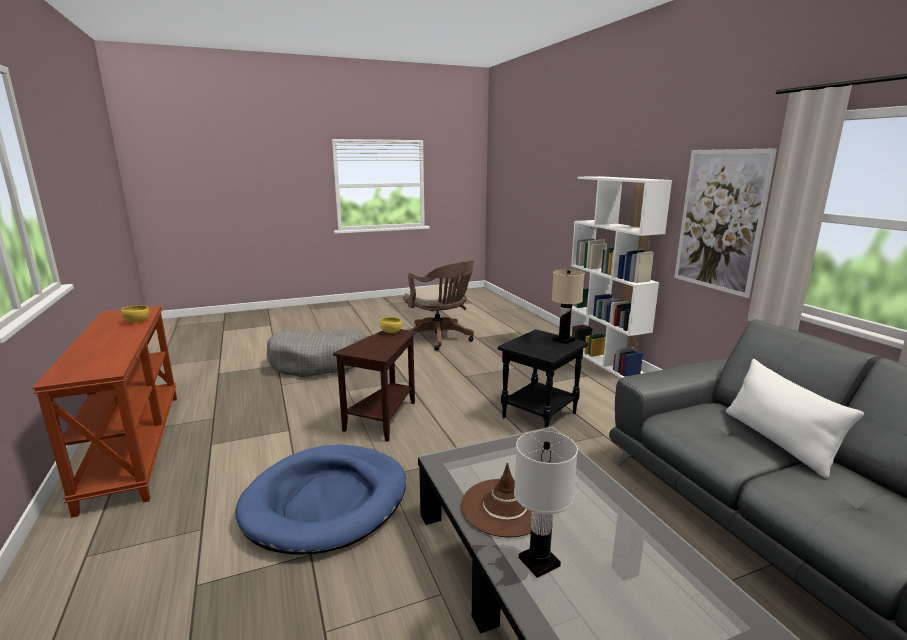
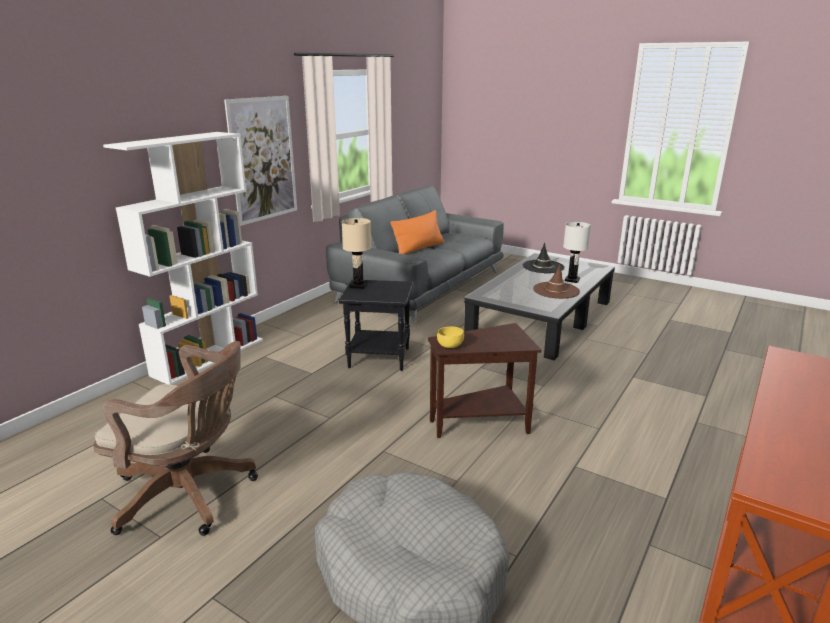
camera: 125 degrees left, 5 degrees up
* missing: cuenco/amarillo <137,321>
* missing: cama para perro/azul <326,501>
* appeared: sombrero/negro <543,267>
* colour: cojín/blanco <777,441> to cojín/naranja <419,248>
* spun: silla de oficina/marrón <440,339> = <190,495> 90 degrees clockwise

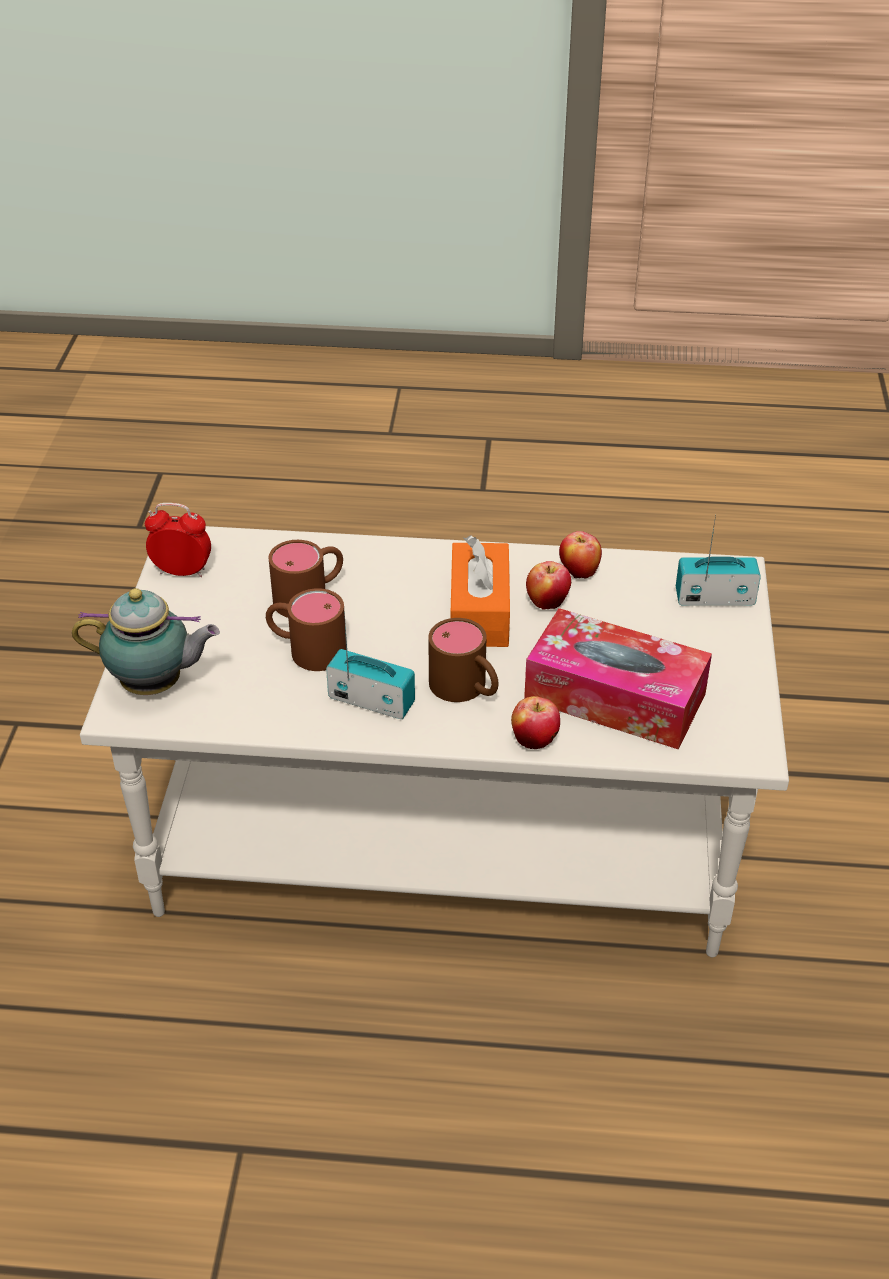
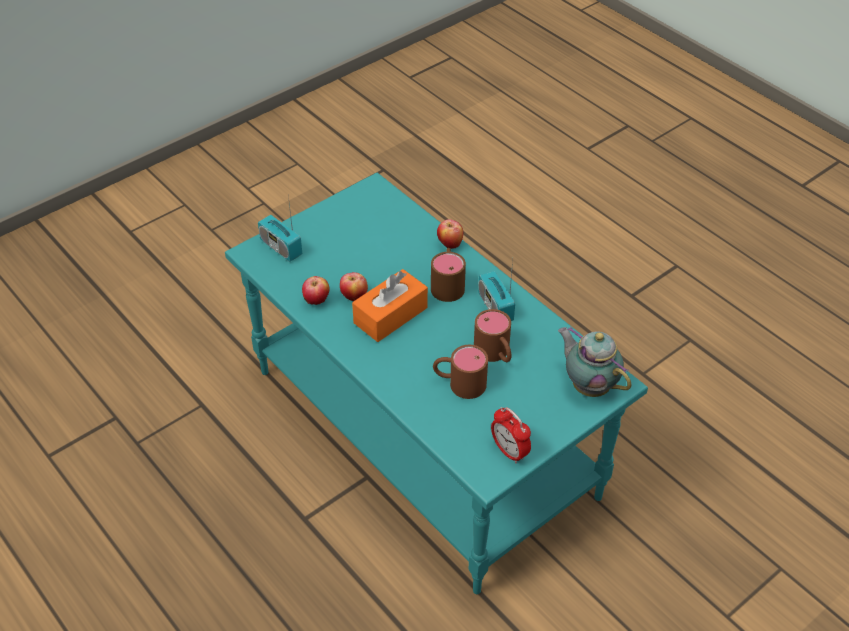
camera: 135 degrees left, 5 degrees up
* missing: caja de pañuelos <615,697>
* colour: mesa de centro/blanco <440,839> to mesa de centro/turquesa <427,432>

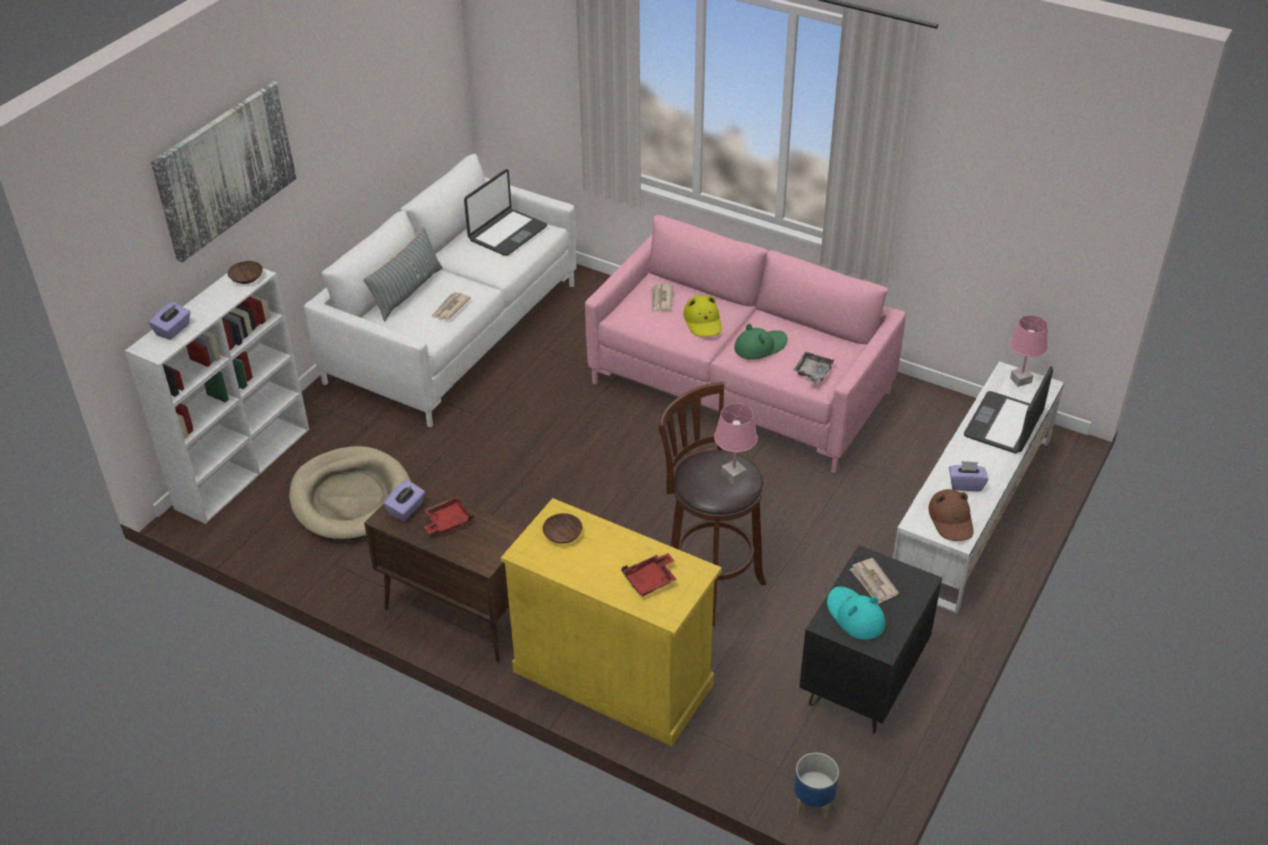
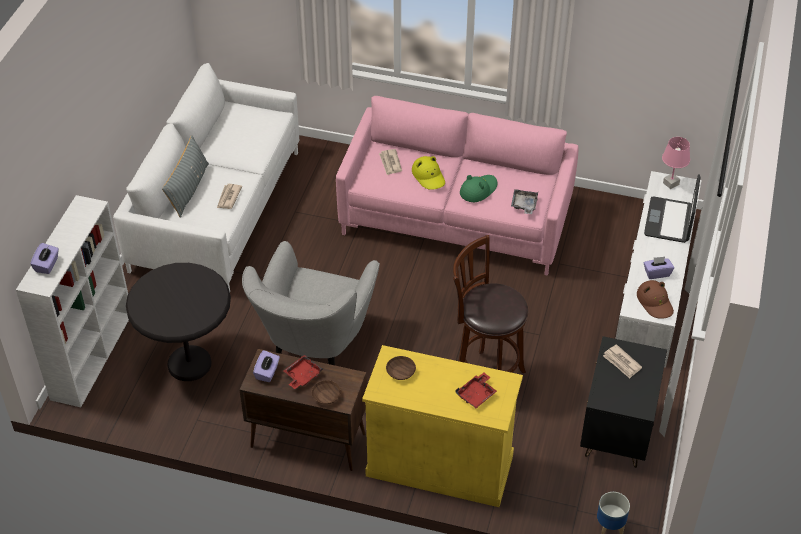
camera: 15 degrees left, 5 degrees up
* missing: cuadro <225,169>
* missing: portátil <507,233>
* missing: lámpara de mesa/rosa <733,476>
* missing: sombrero/turquesa <855,616>
* appeared: sillón/gris <315,348>
* relocated: cuenco/marrón <246,277> to <325,396>
* exchanged: cama para perro/beis <351,498> to mesa auxiliar/negro <189,364>

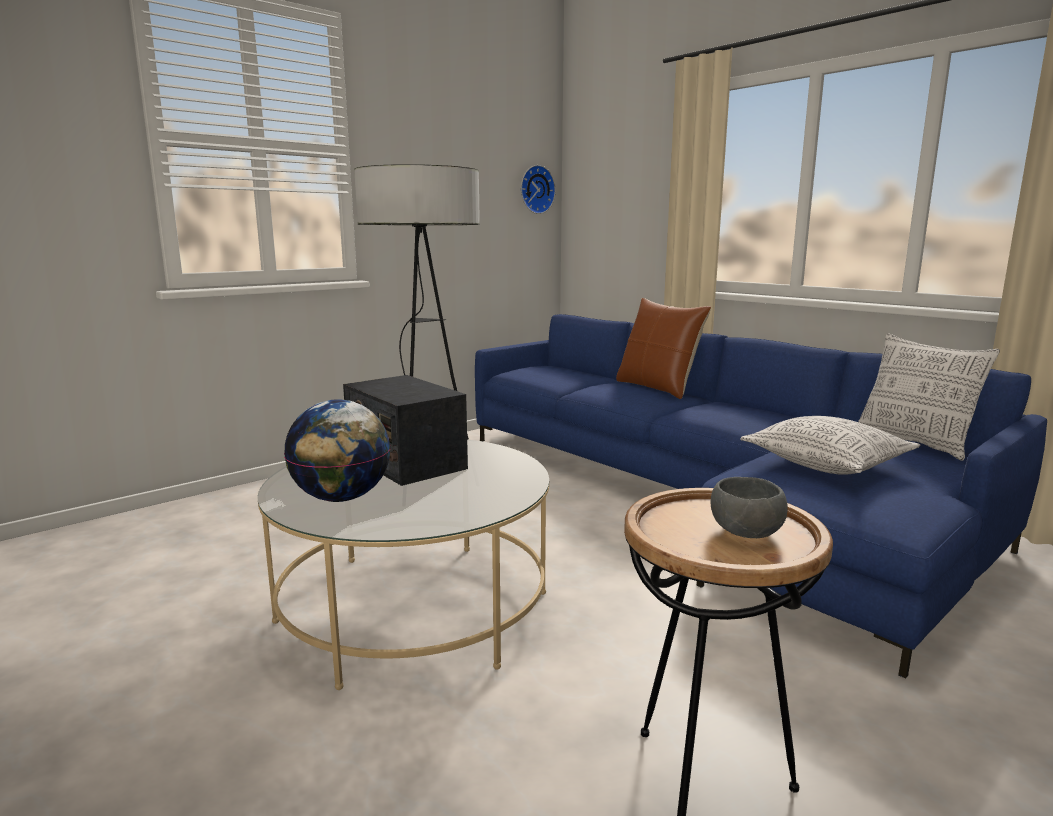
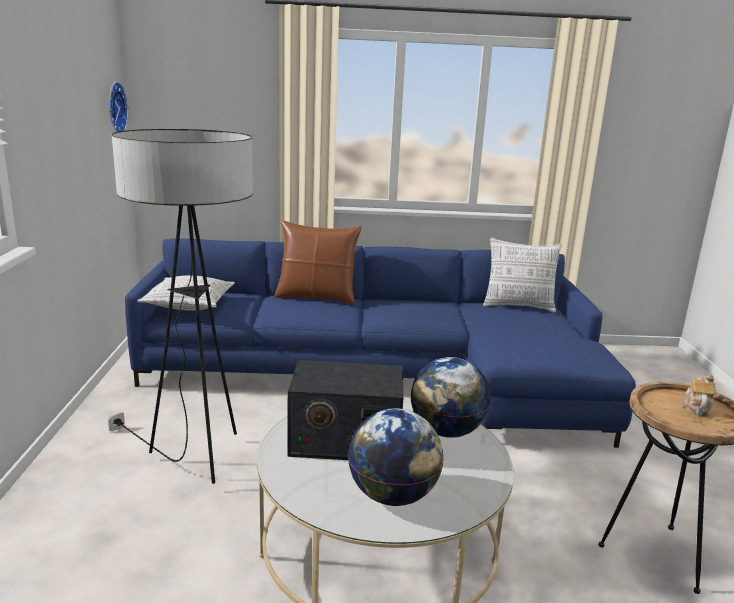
camera: 50 degrees left, 5 degrees up
* appeared: globo terráqueo <446,431>
* relocated: cojín <827,464> to <189,304>
* exchanged: cuenco/gris <743,532> to tetera <696,408>

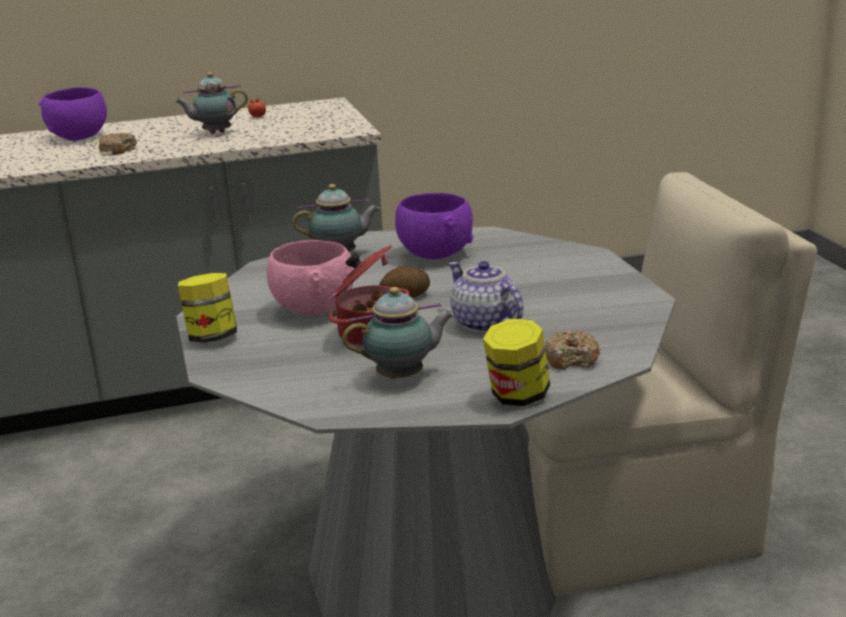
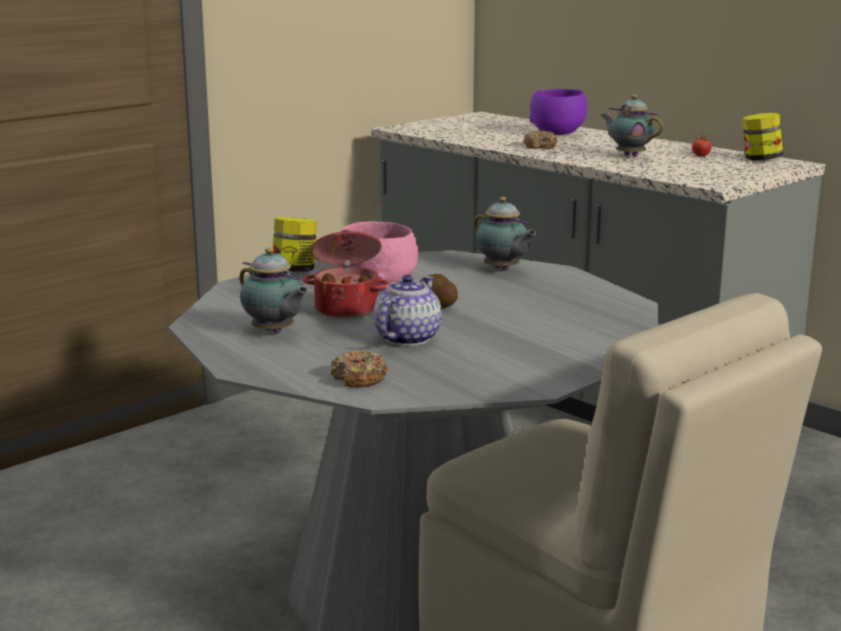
camera: 60 degrees right, 5 degrees down
* missing: cuenco/morado <435,254>
* relocated: tarro <517,396> to <760,159>

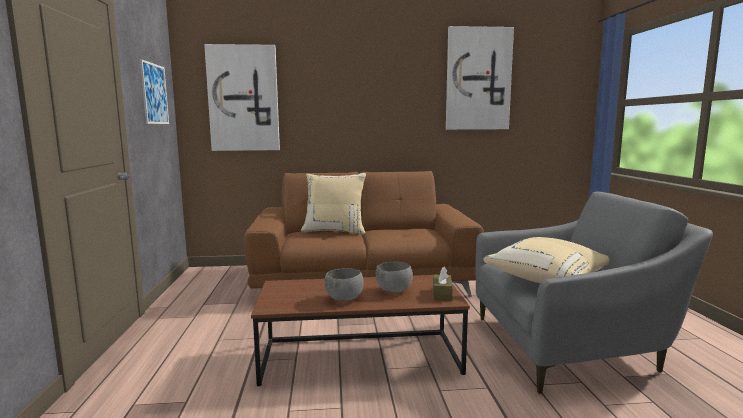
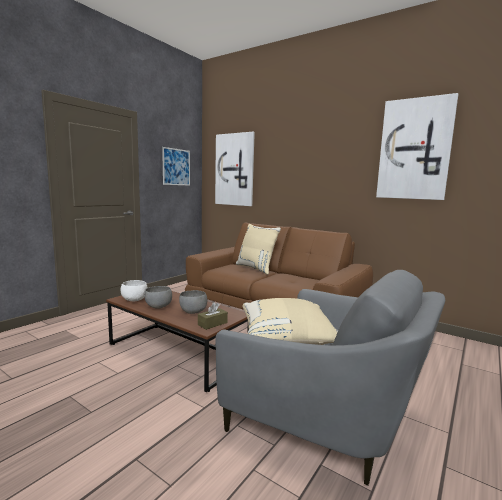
camera: 40 degrees right, 0 degrees up
* appeared: cuenco/blanco <134,300>

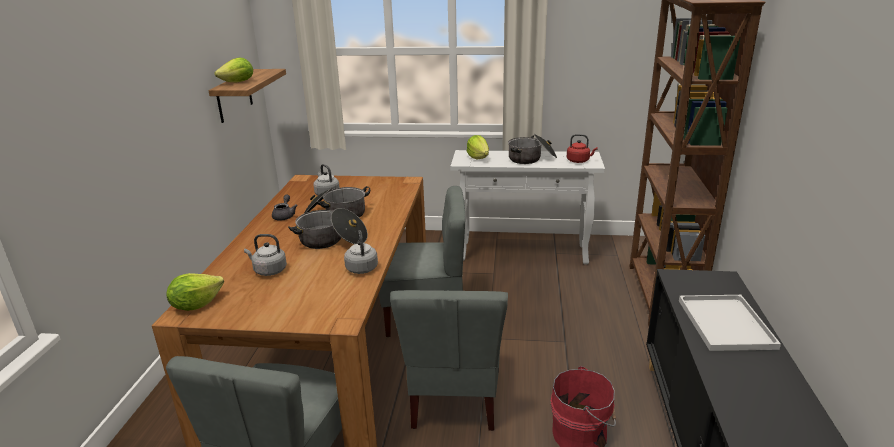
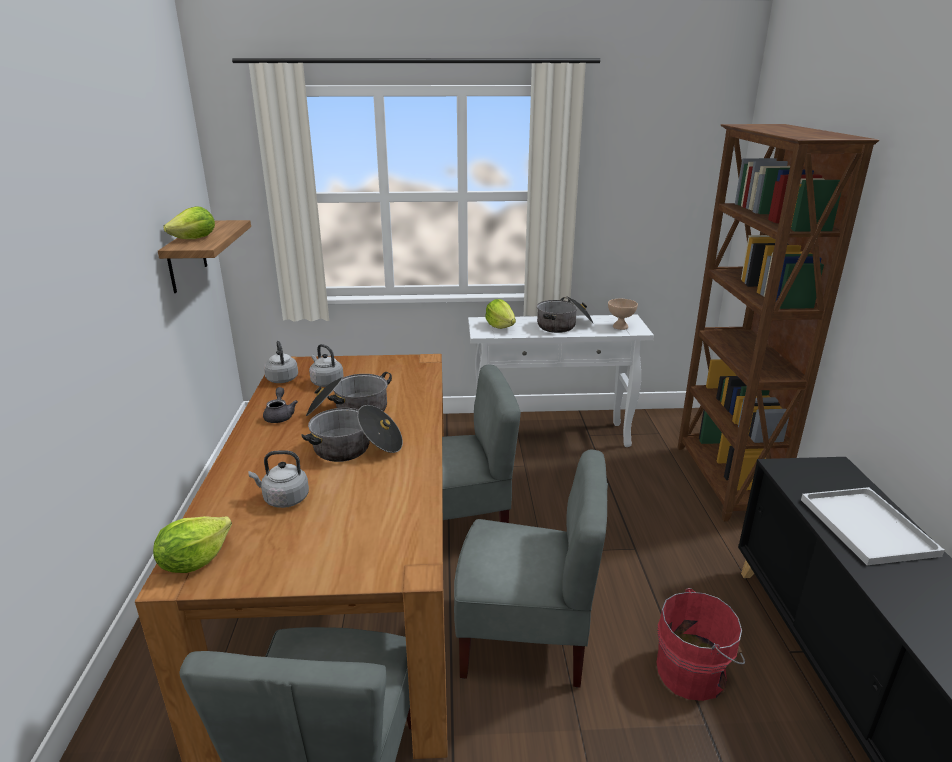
camera: 10 degrees left, 0 degrees up
* relocated: hervidor/gris <361,268> to <282,378>
* exchanged: hervidor/rojo <579,161> to cuenco/beis <620,326>
* spun: silla/gris <454,398> = <525,639> 75 degrees counterclockwise

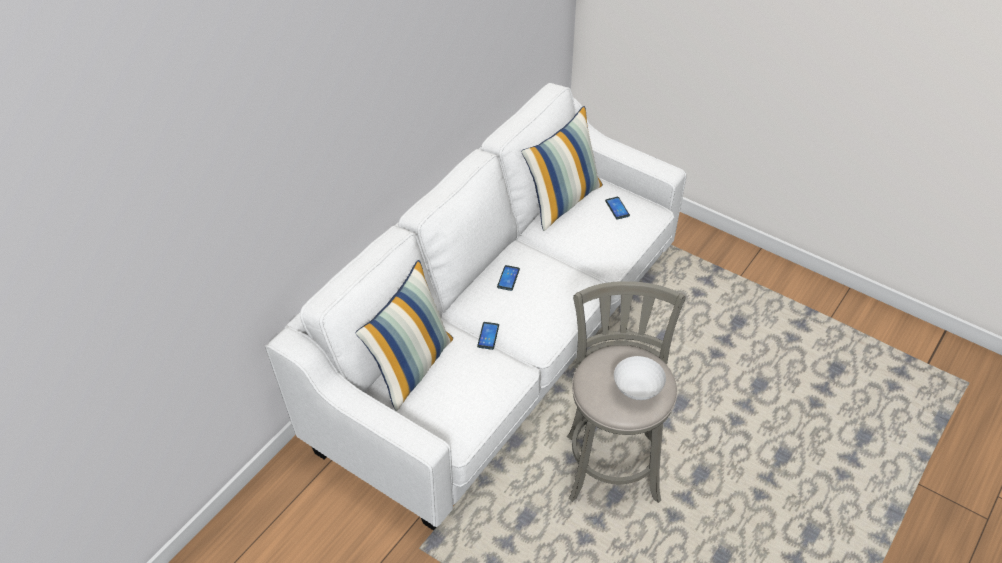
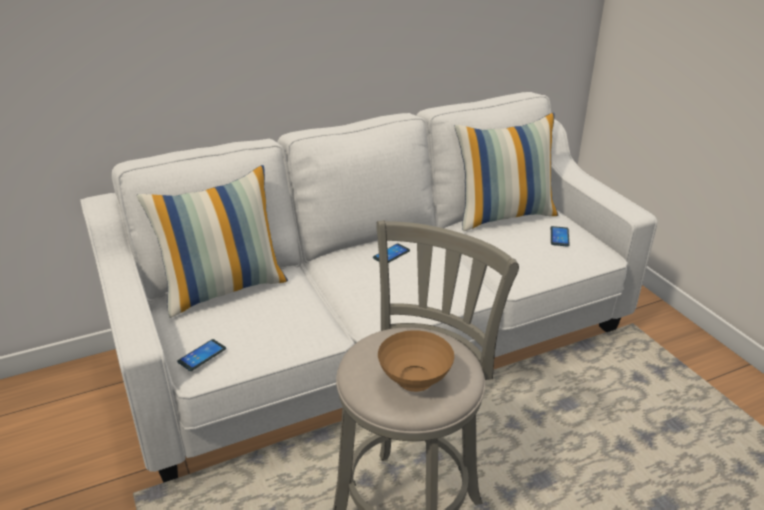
camera: 30 degrees right, 15 degrees down
* relocated: móvil <488,336> to <202,355>
* colour: cuenco/blanco <638,391> to cuenco/marrón <416,382>

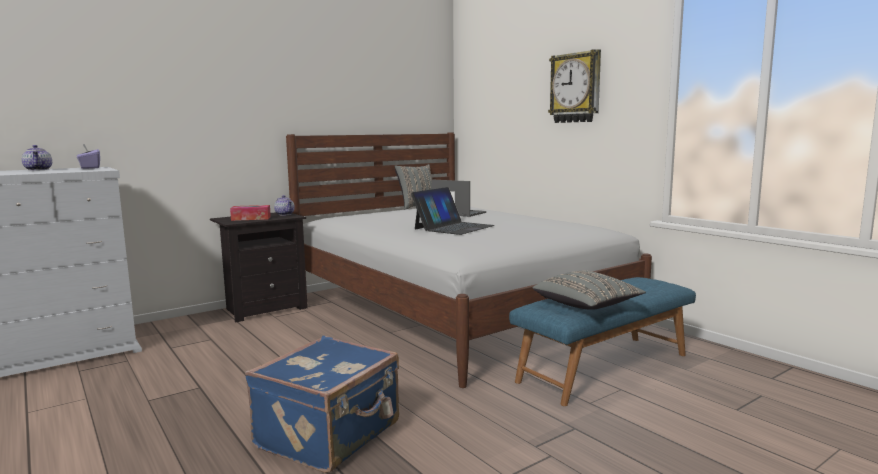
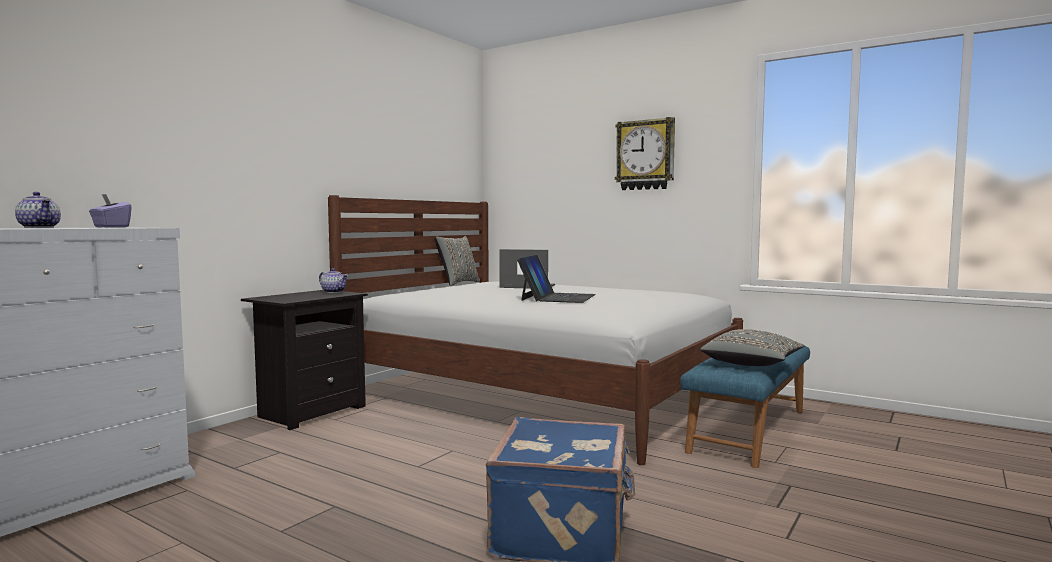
camera: 20 degrees left, 5 degrees down
* missing: caja de pañuelos <251,218>

